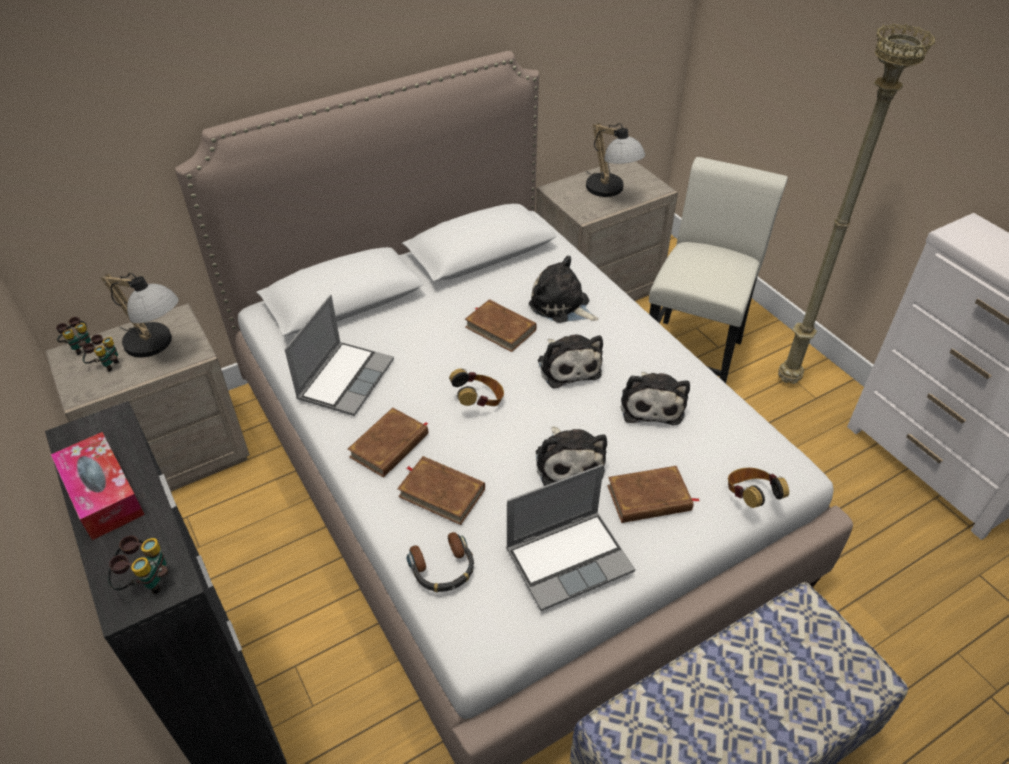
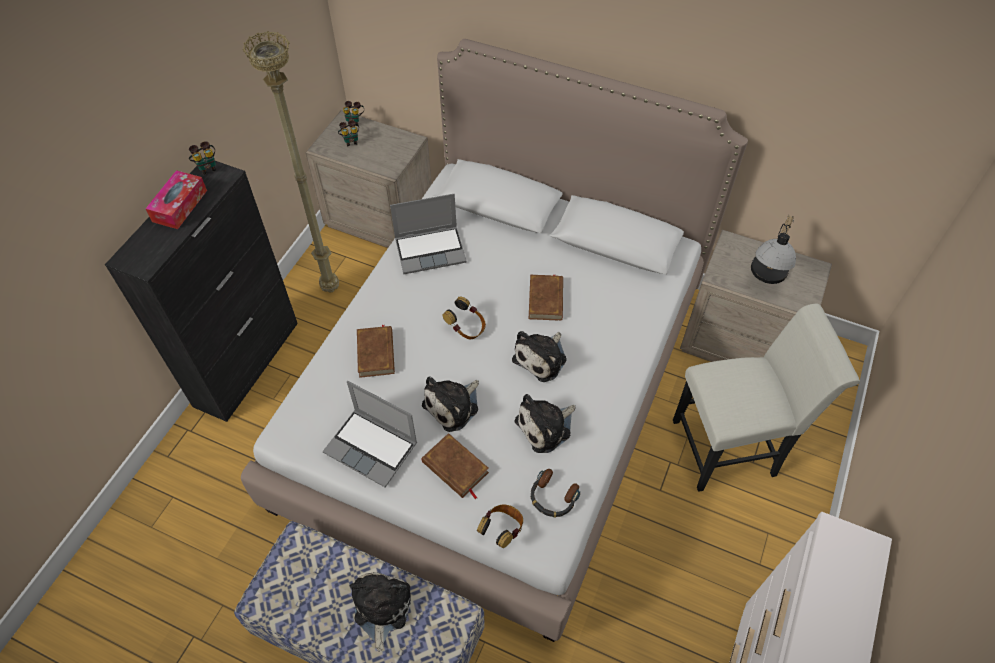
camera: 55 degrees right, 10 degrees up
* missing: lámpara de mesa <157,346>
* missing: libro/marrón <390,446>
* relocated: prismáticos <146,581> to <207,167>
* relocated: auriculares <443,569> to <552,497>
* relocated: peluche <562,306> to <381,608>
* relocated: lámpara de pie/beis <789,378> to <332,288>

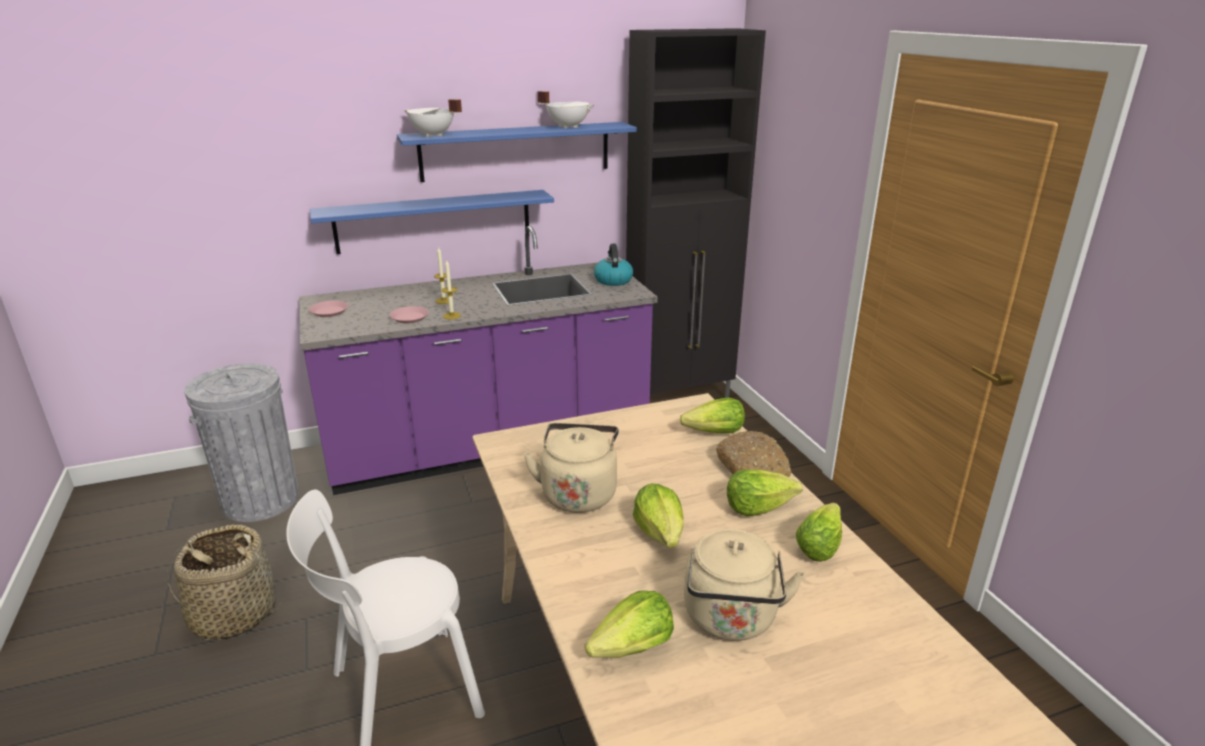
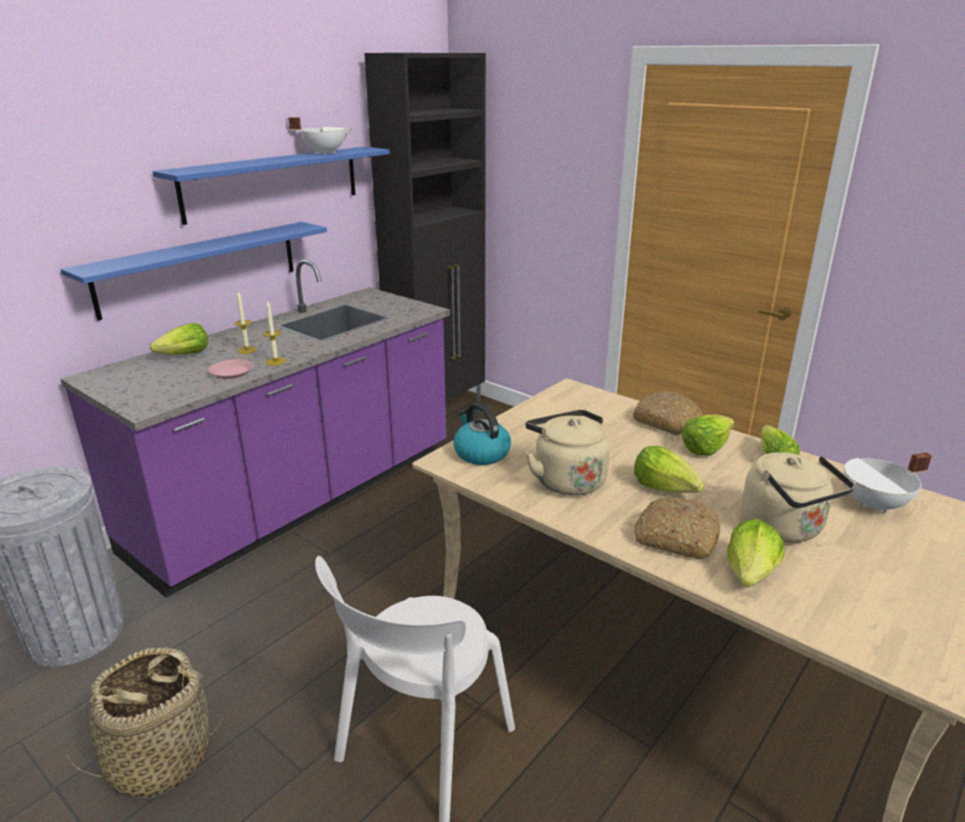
camera: 30 degrees left, 0 degrees up
* missing: plato/rosa <329,312>
* appeared: pan <675,538>
* relocated: olla/blanco <432,135> to <875,505>
* relocated: hervidor <613,280> to <481,453>
* relocated: lechuga <714,433> to <185,355>

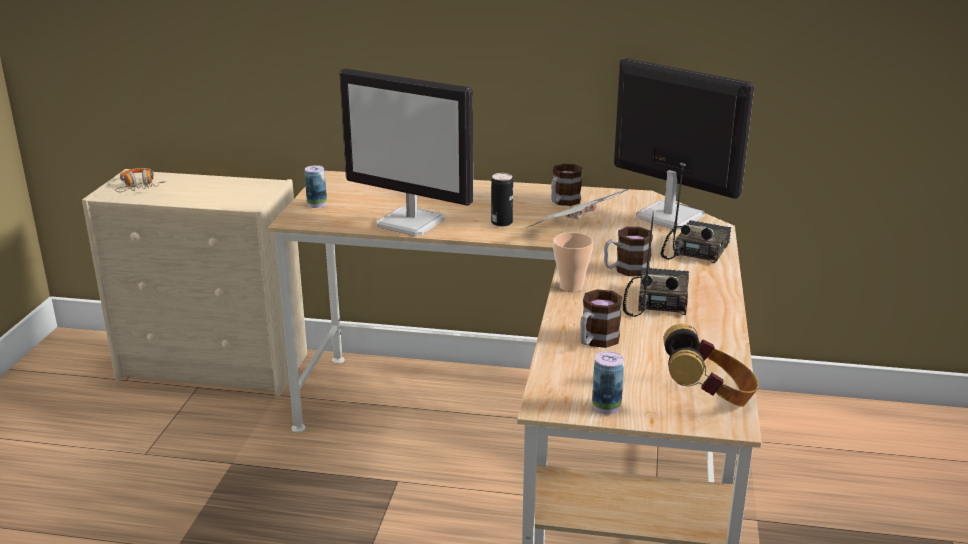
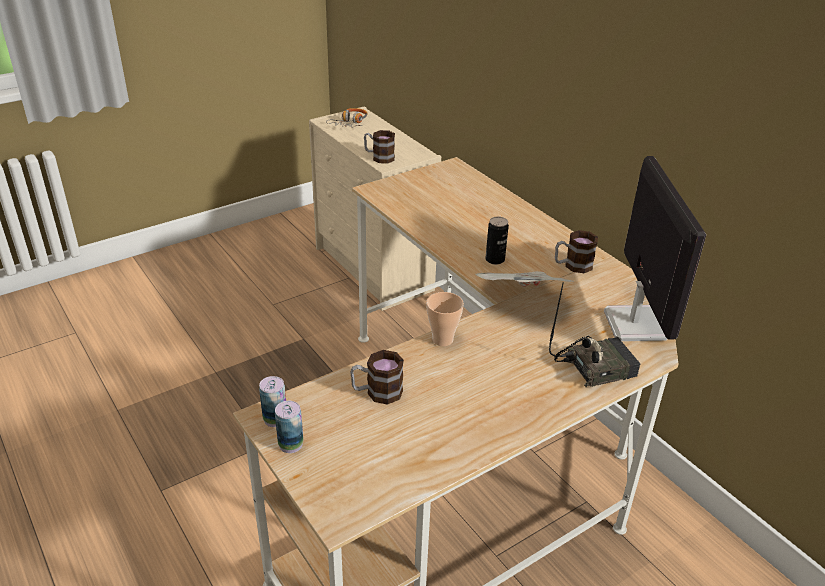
camera: 45 degrees right, 10 degrees up
* missing: monitor <412,223>
* missing: radio <656,301>
* missing: auriculares <708,397>
* relocated: lata <317,204> to <275,419>
* relocated: taza grande <625,270> to <379,157>

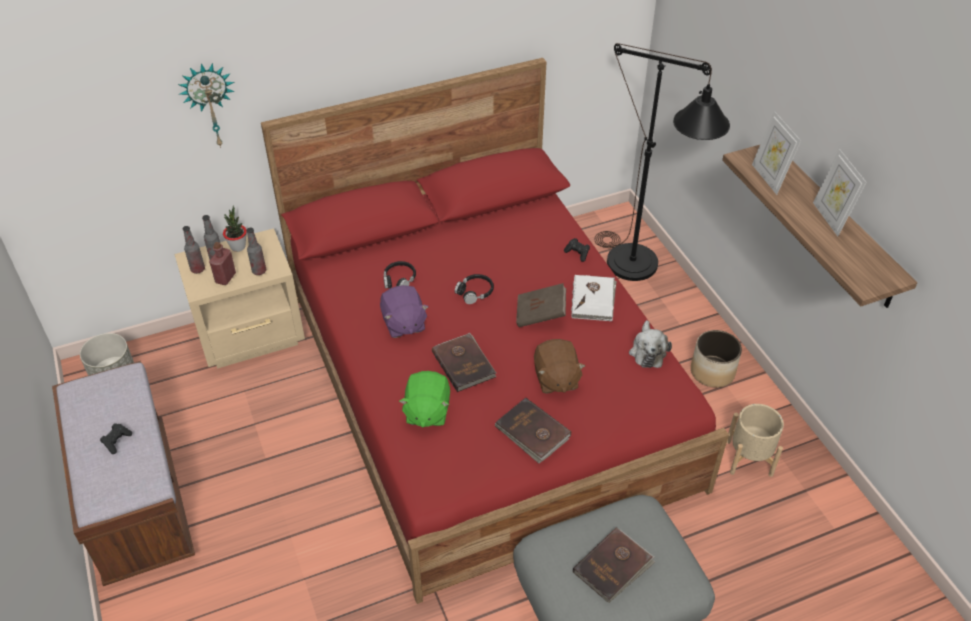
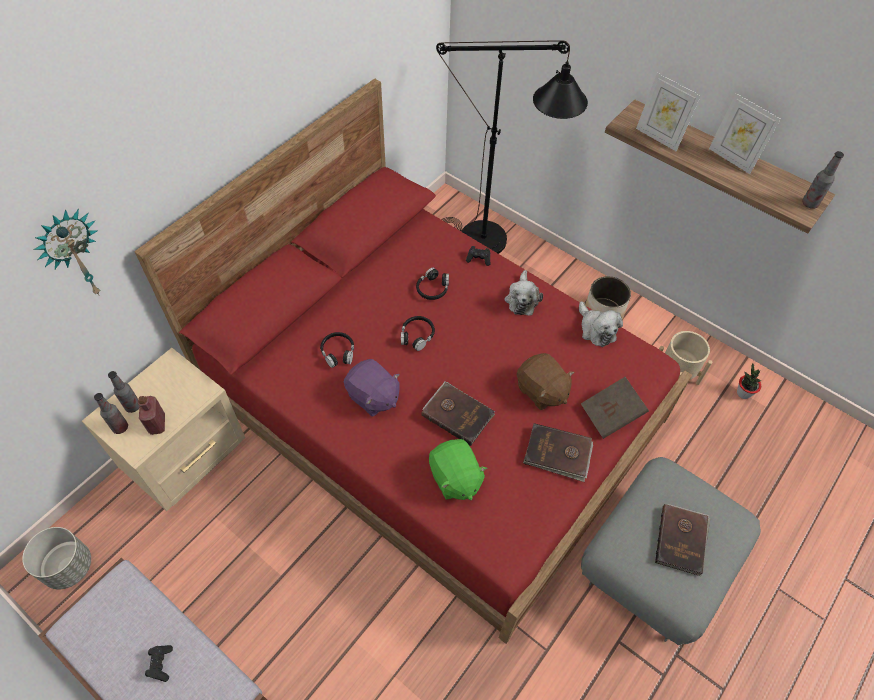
camera: 30 degrees left, 10 degrees up
* appeared: auriculares/negro <433,288>
* relocated: planta en maceta <238,246> to <743,393>
* relocated: botella <259,271> to <809,203>
* relocated: libro/marrón <540,315> to <611,414>
* exchanged: libro/blanco <593,299> to peluche <522,299>

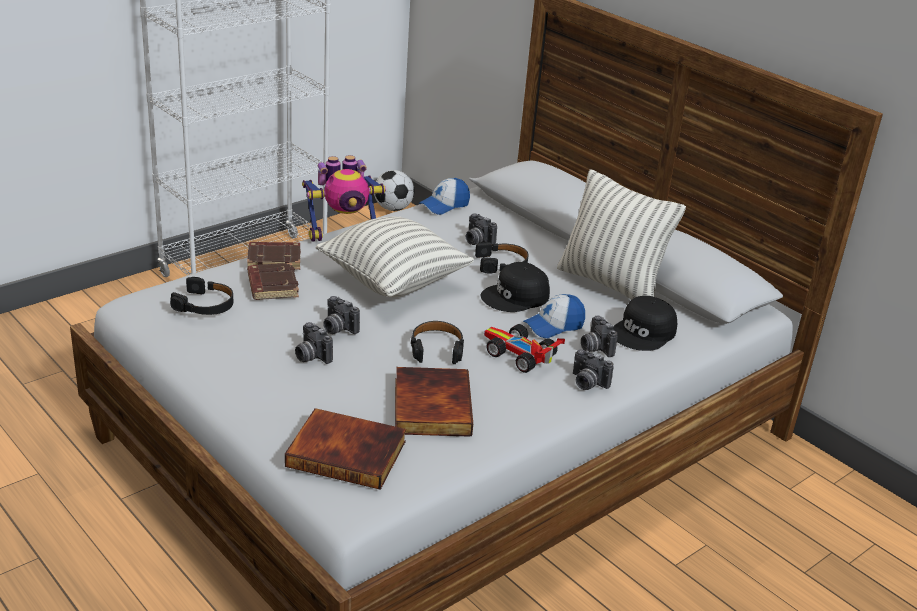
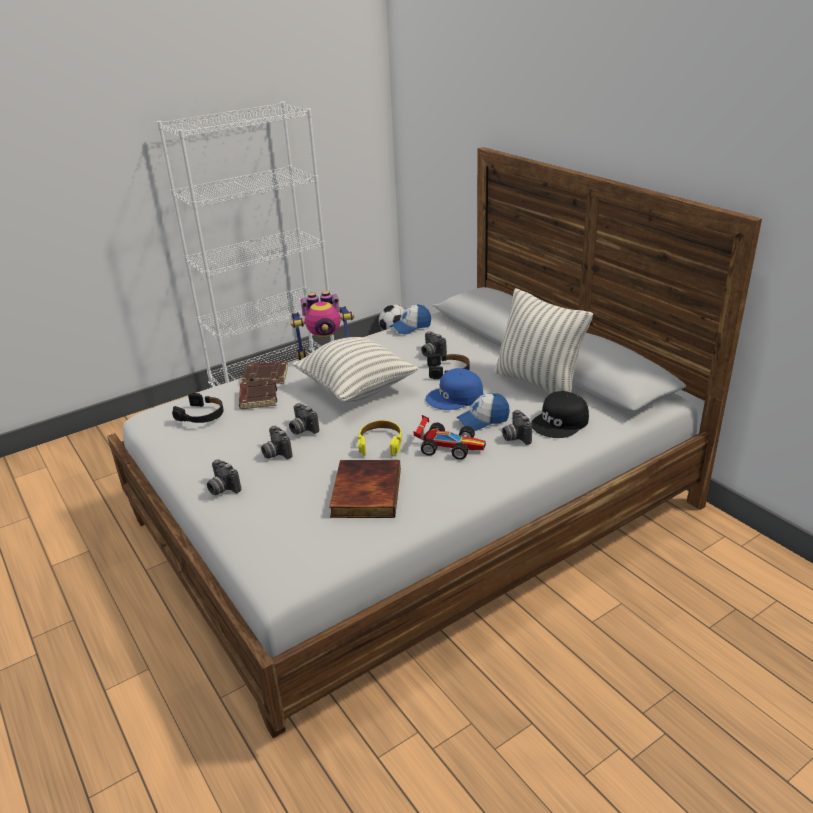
camera: 10 degrees right, 0 degrees up
* missing: libro <348,452>
* relocated: cámara <587,383> to <222,488>
* colour: auriculares/negro <436,348> to auriculares/amarillo <380,443>
* colour: gorra/negro <516,297> to gorra/azul <455,397>
* spun: coche de juguete <519,355> = <449,446> 150 degrees clockwise

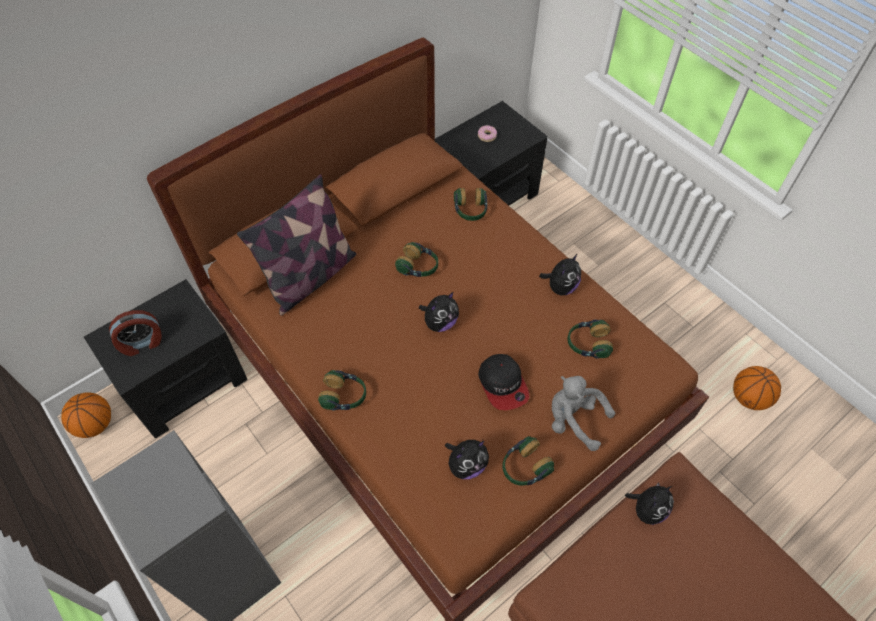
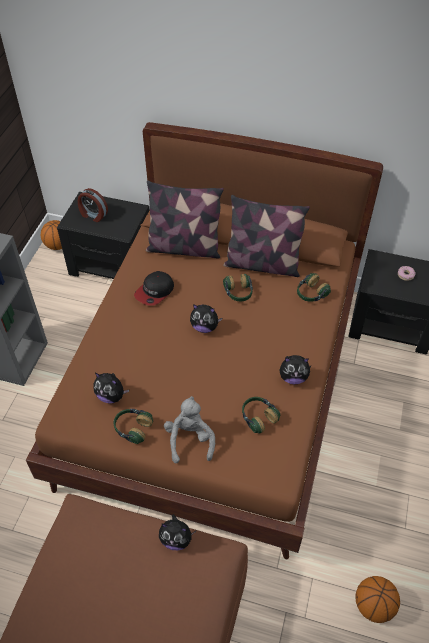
camera: 55 degrees right, 5 degrees down
* missing: auriculares <344,396>
* appeared: cojín <262,264>
* relocated: gorra <503,384> to <155,292>

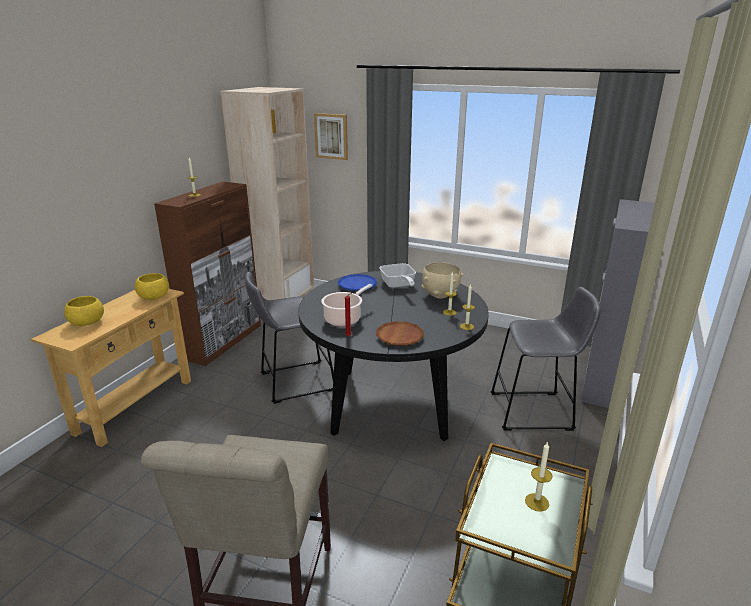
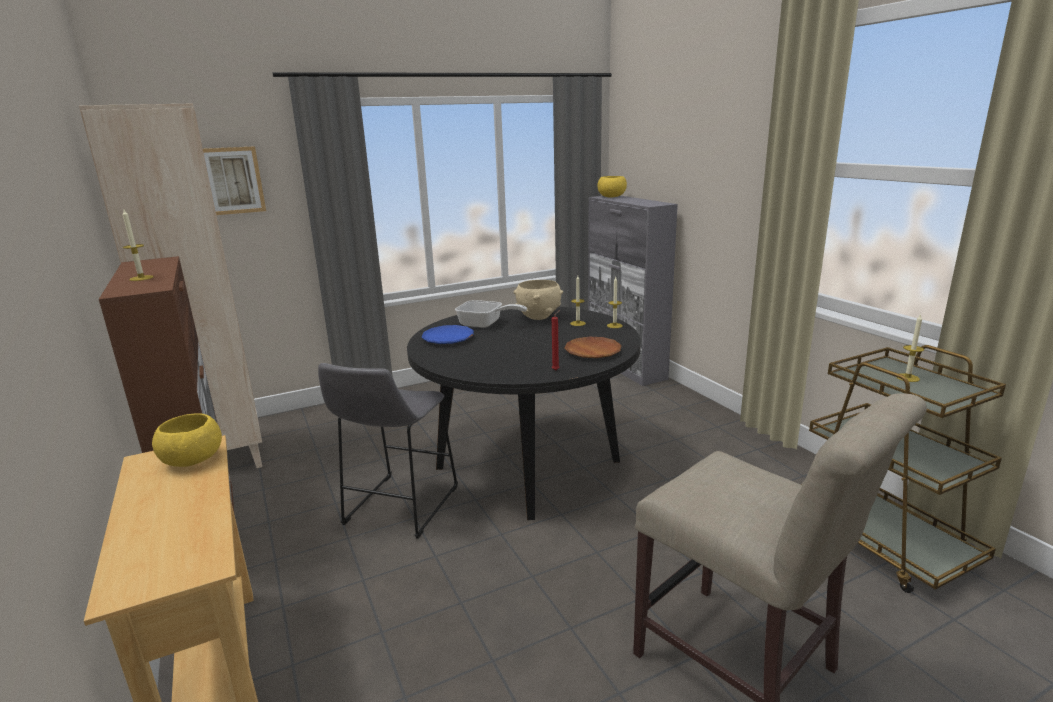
camera: 50 degrees left, 5 degrees down
* missing: olla <344,318>
* missing: taburete/gris <535,411>
* relocated: cuenco/amarillo <87,323> to <612,197>

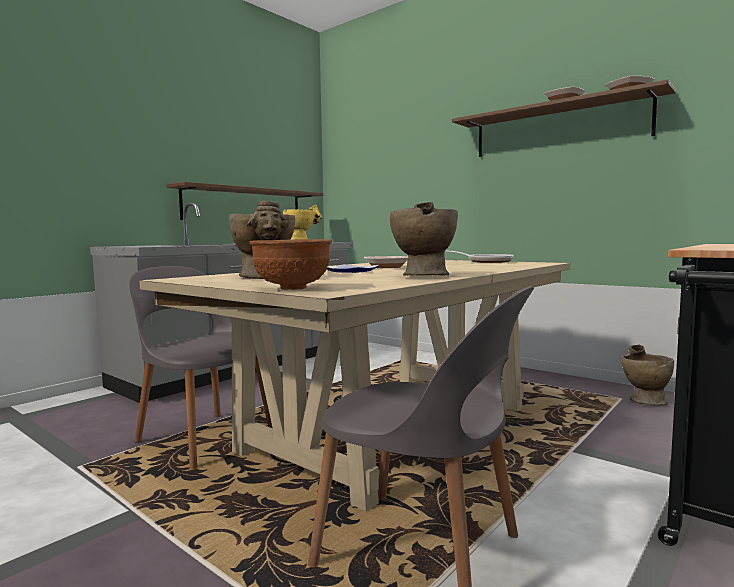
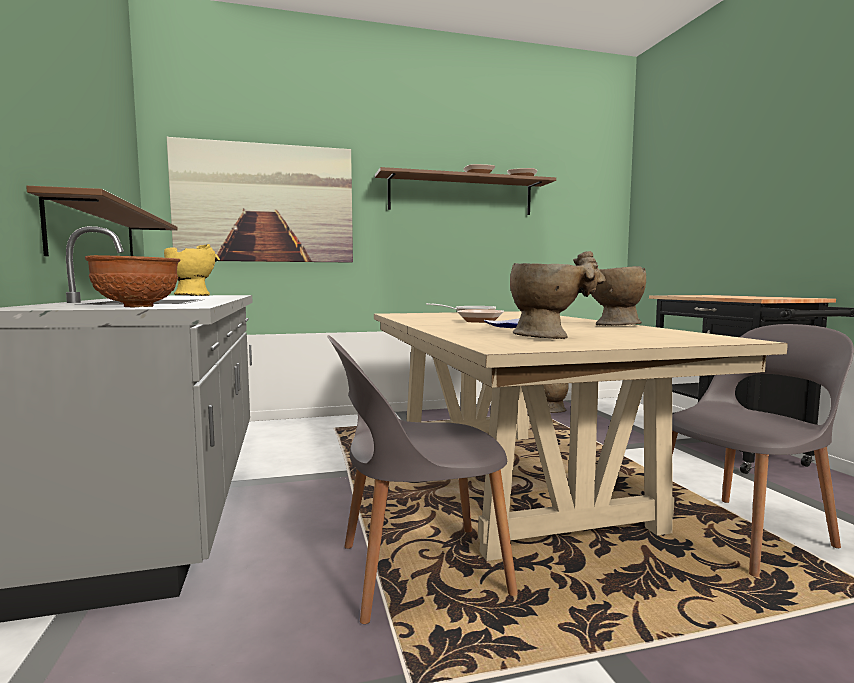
camera: 55 degrees left, 0 degrees up
* appeared: cuadro <265,203>
* relocated: cuenco/marrón <292,288> to <137,306>

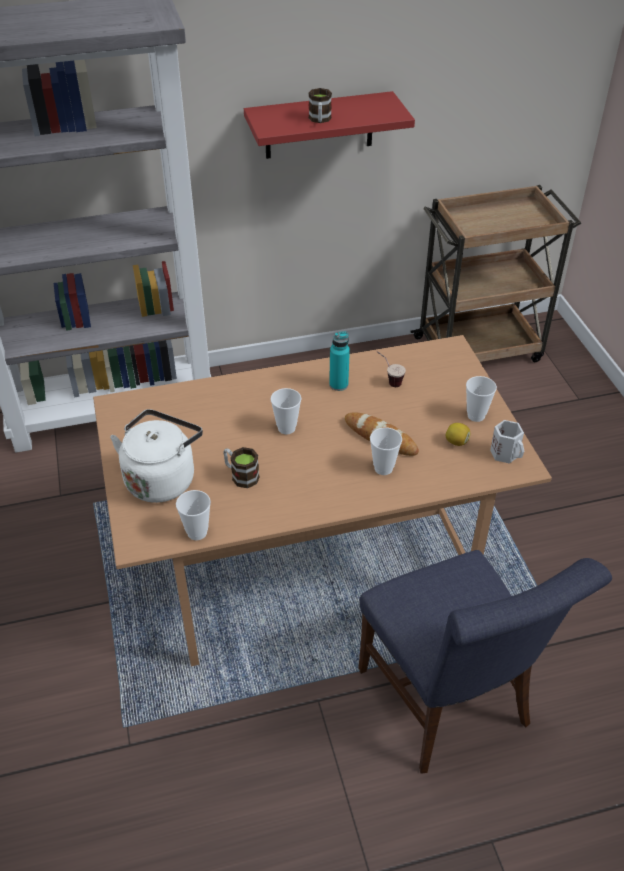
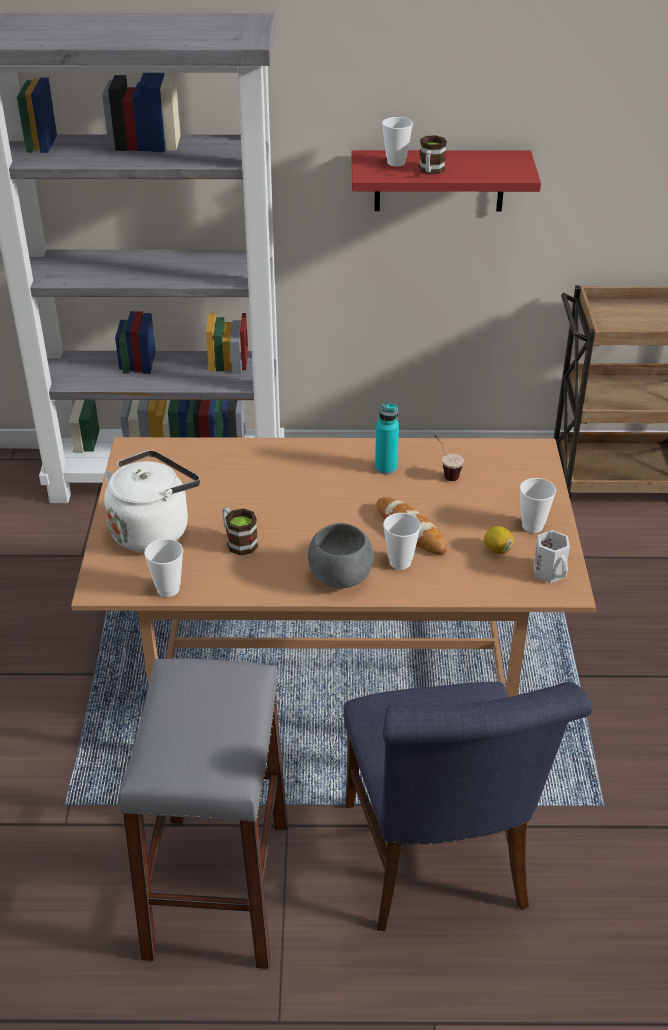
camera: 15 degrees right, 5 degrees down
* appeared: taburete/gris <218,888>
* appeared: cuenco/gris <341,577>
* relocated: taza <286,428> to <396,162>

